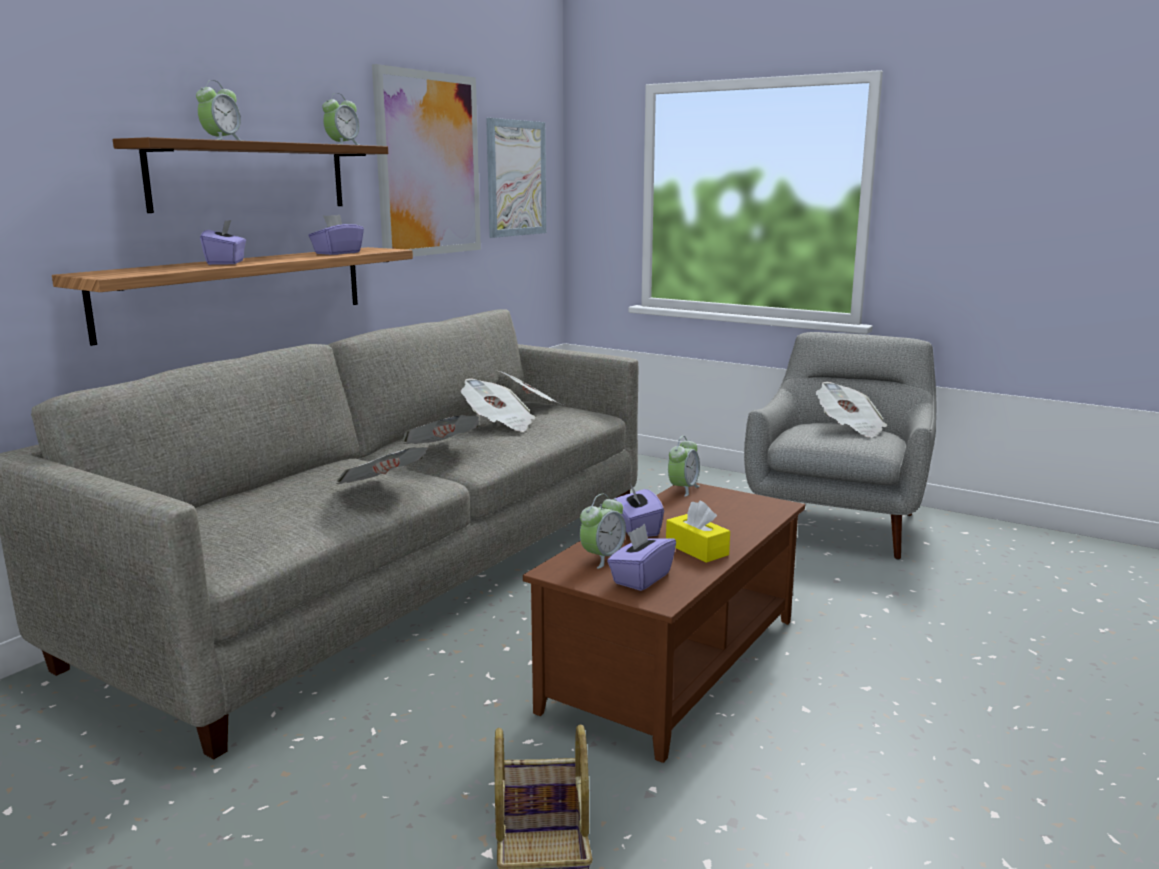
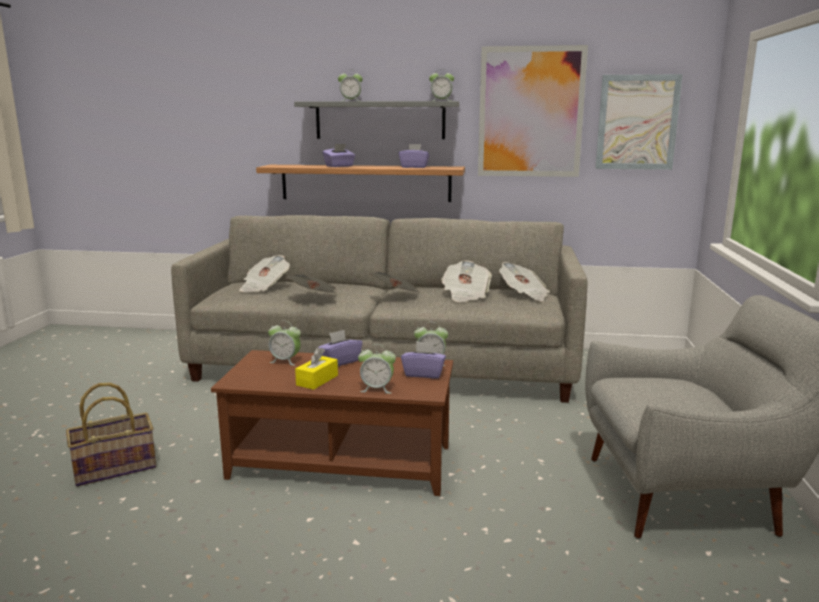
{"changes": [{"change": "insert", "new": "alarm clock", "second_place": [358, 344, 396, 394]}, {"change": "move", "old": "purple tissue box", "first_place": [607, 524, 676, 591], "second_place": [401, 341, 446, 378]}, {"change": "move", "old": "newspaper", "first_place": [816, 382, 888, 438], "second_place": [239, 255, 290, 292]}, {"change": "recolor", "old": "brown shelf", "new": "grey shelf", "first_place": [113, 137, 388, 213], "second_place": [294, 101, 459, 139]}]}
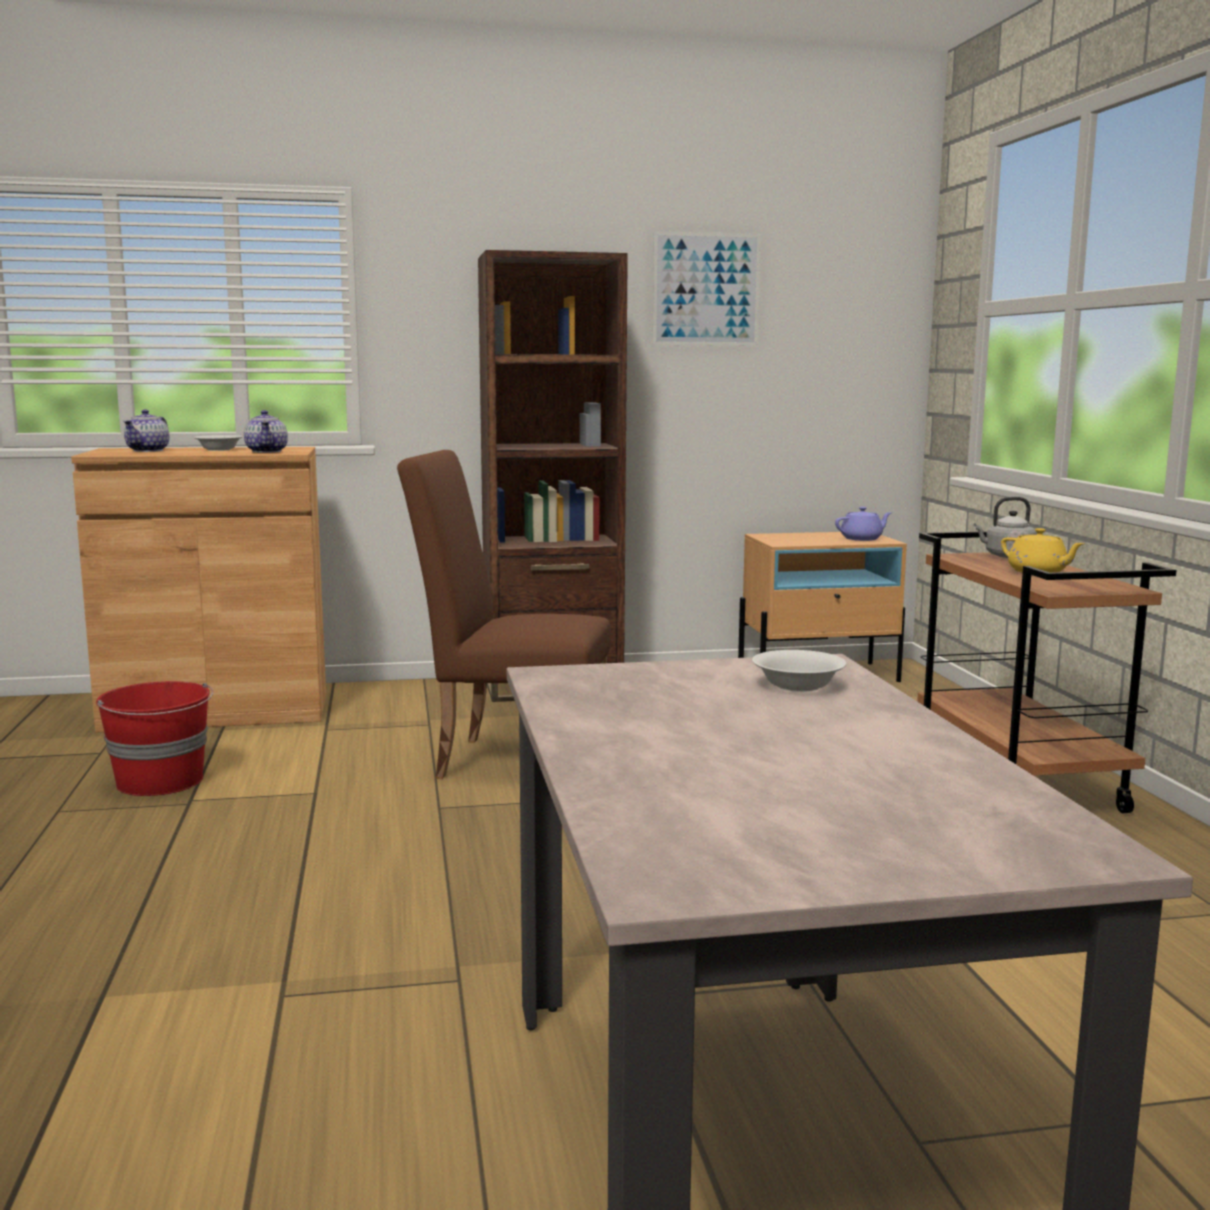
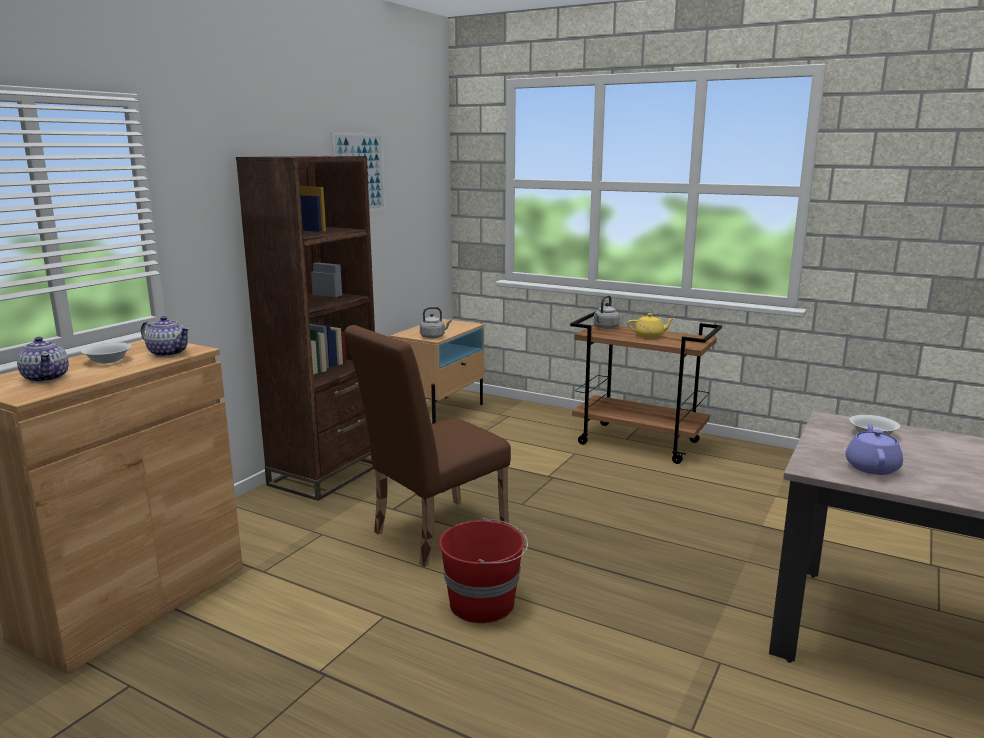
{"changes": [{"change": "insert", "new": "grey kettle", "second_place": [420, 307, 452, 339]}, {"change": "move", "old": "red bucket", "first_place": [96, 681, 213, 796], "second_place": [439, 518, 528, 623]}, {"change": "move", "old": "purple teapot", "first_place": [835, 507, 892, 541], "second_place": [846, 423, 903, 475]}]}
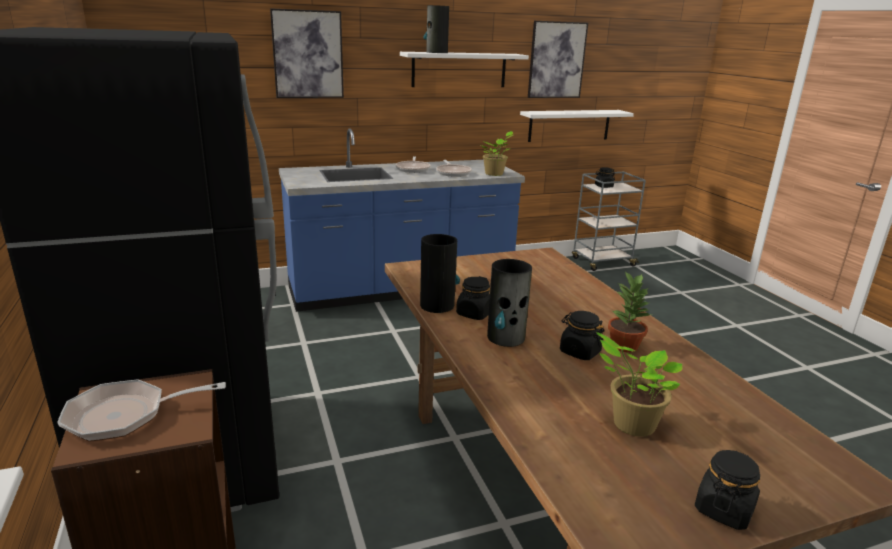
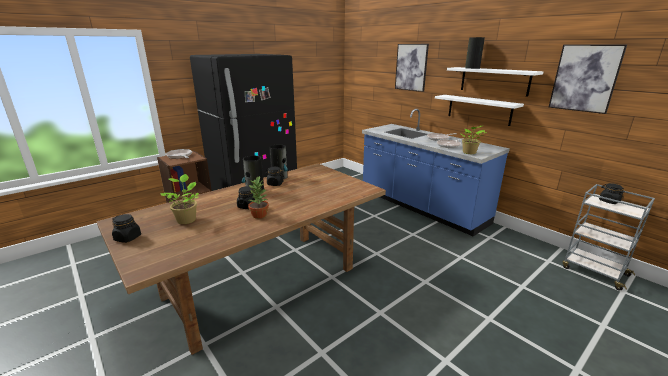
{"changes": [{"change": "move", "old": "white shelf", "first_place": [520, 110, 634, 142], "second_place": [435, 95, 524, 126]}]}
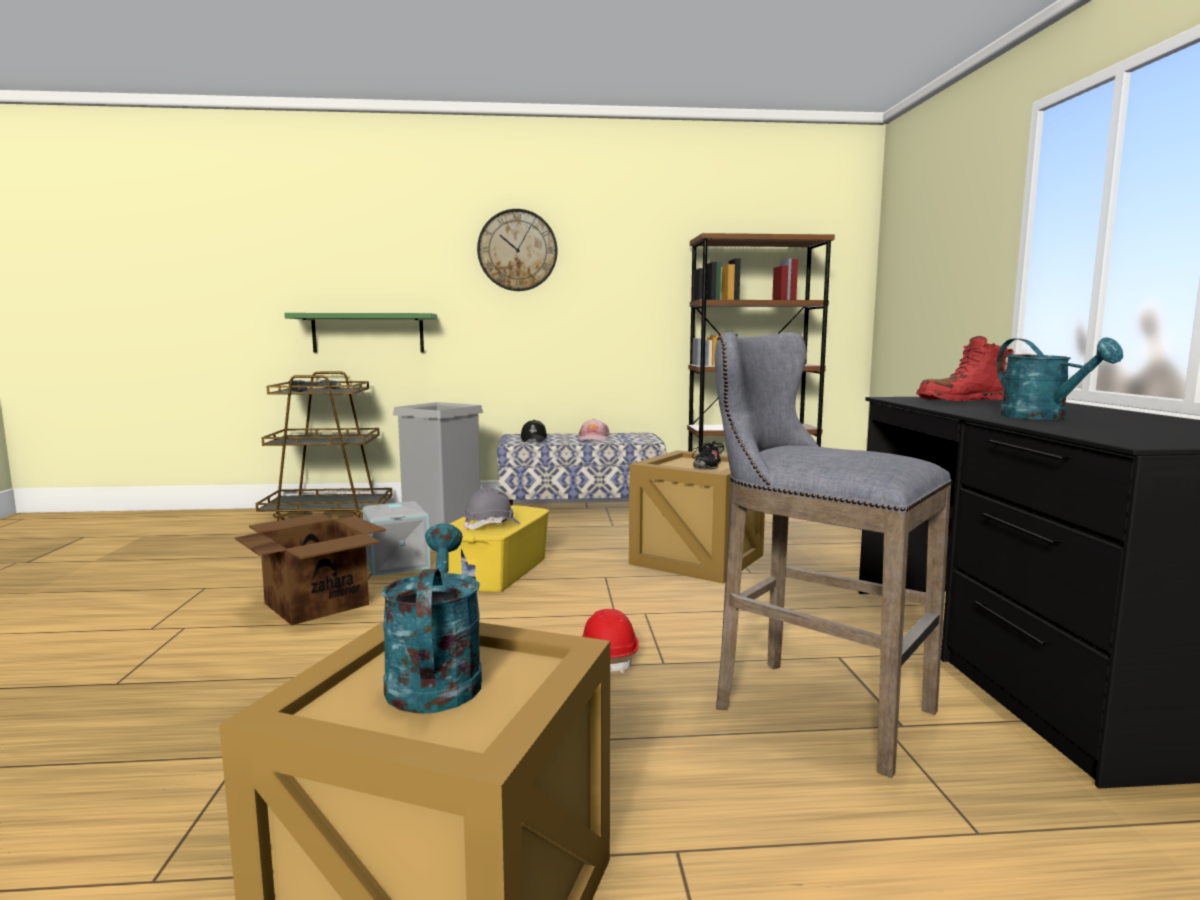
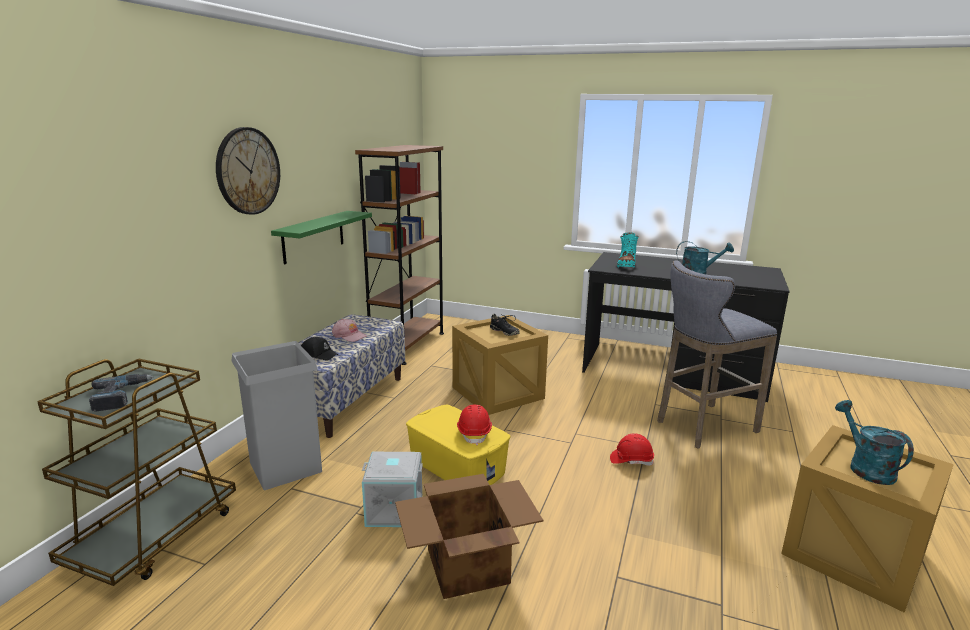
{"changes": [{"change": "move", "old": "green shelf", "first_place": [284, 313, 437, 353], "second_place": [271, 211, 372, 264]}, {"change": "recolor", "old": "grey hard hat", "new": "red hard hat", "first_place": [463, 488, 520, 530], "second_place": [457, 405, 492, 445]}, {"change": "recolor", "old": "red boot", "new": "turquoise boot", "first_place": [916, 336, 1014, 401], "second_place": [617, 232, 639, 268]}, {"change": "rotate", "old": "turquoise watering can", "first_place": [381, 523, 482, 714], "second_place": [835, 400, 914, 485], "degrees": 60}]}
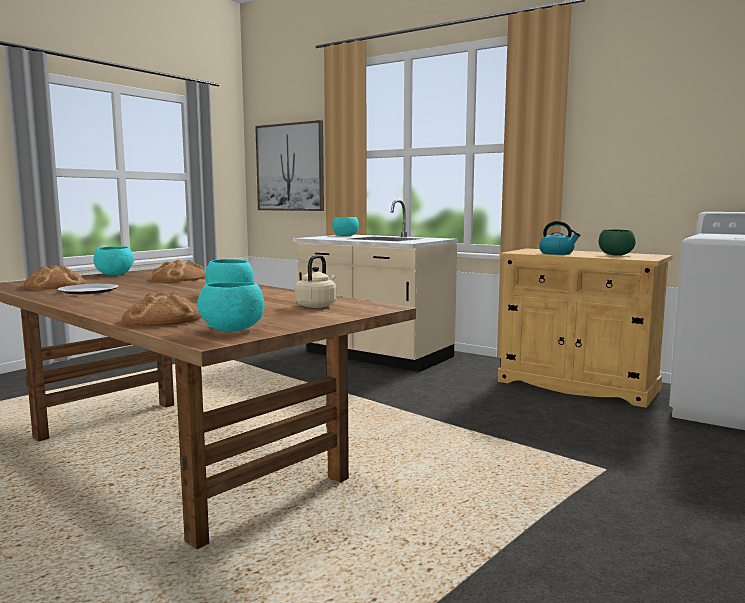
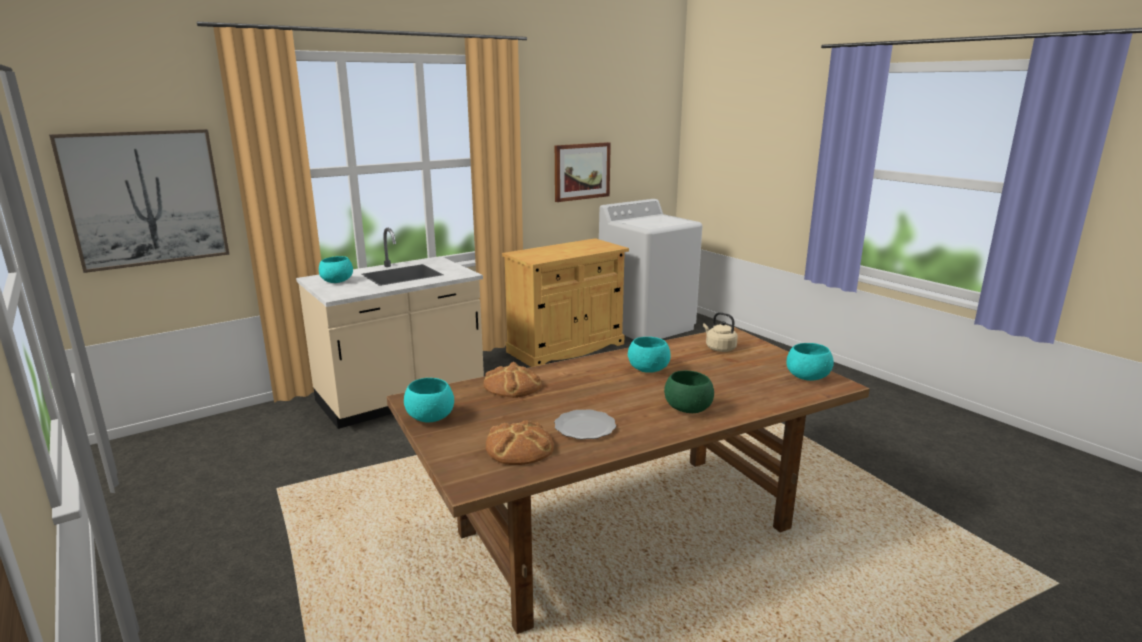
{"changes": [{"change": "delete", "old": "bread", "first_place": [122, 291, 202, 326]}, {"change": "delete", "old": "kettle", "first_place": [539, 221, 580, 255]}, {"change": "insert", "new": "picture", "second_place": [555, 142, 611, 202]}, {"change": "move", "old": "green bowl", "first_place": [599, 229, 635, 256], "second_place": [664, 371, 714, 413]}]}
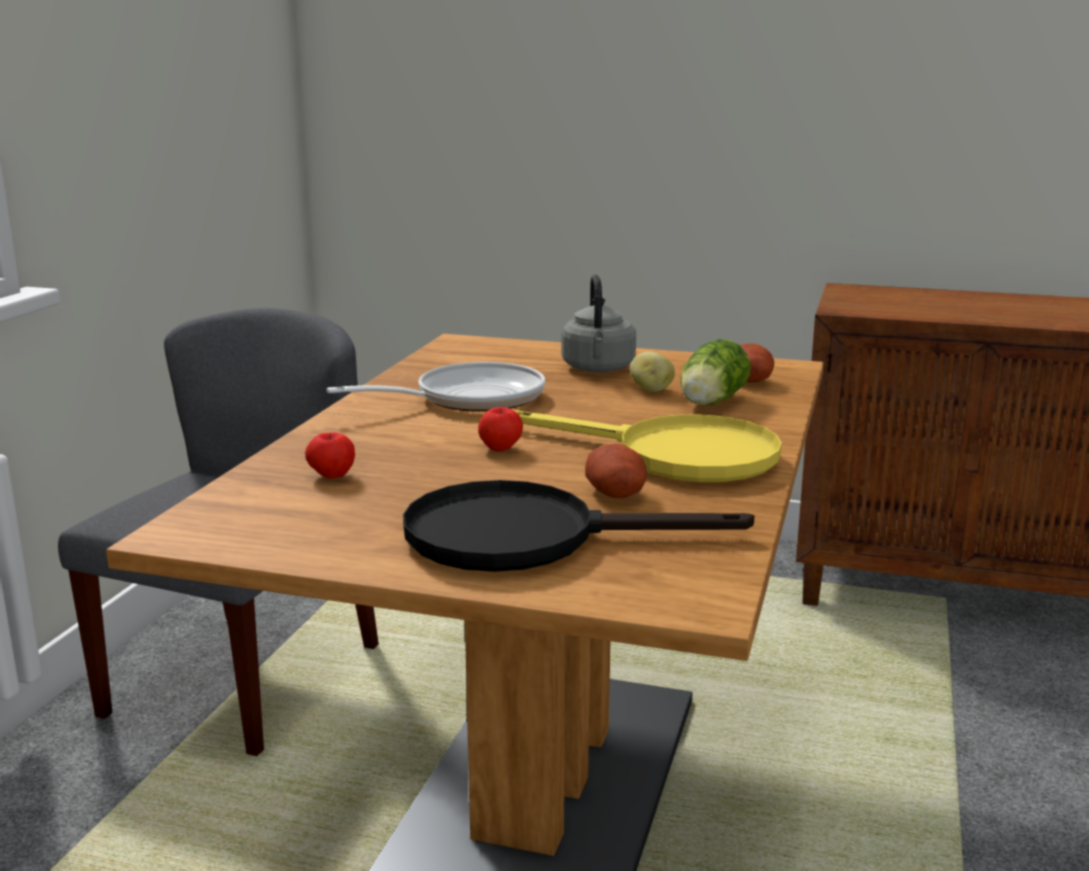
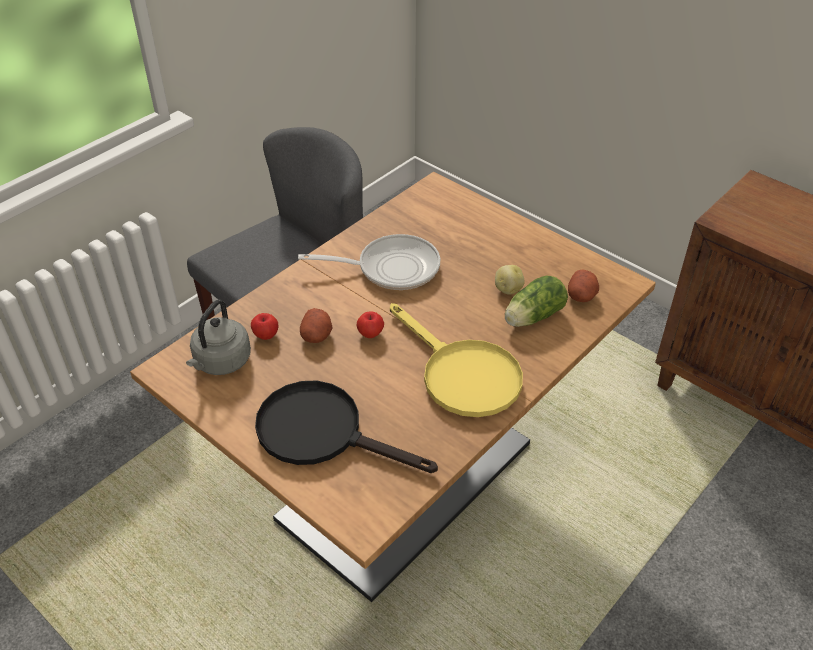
{"changes": [{"change": "move", "old": "grey kettle", "first_place": [561, 275, 636, 373], "second_place": [186, 299, 251, 375]}, {"change": "move", "old": "potato", "first_place": [585, 444, 647, 498], "second_place": [300, 308, 333, 343]}]}
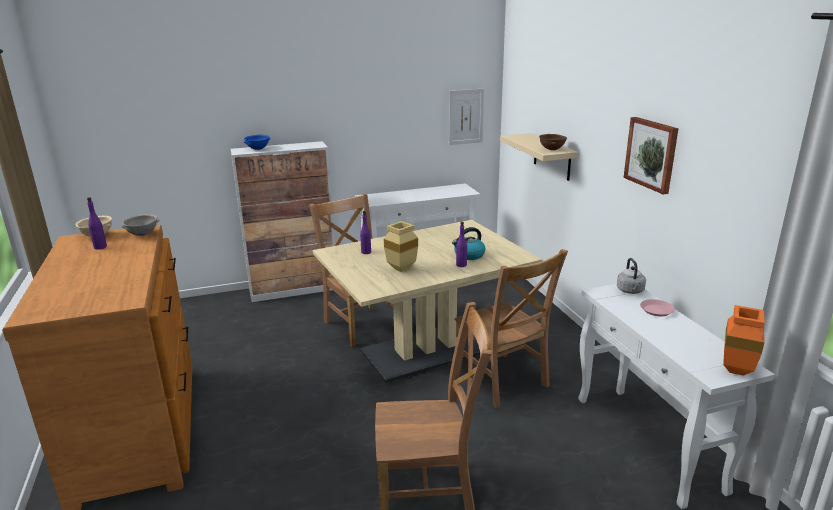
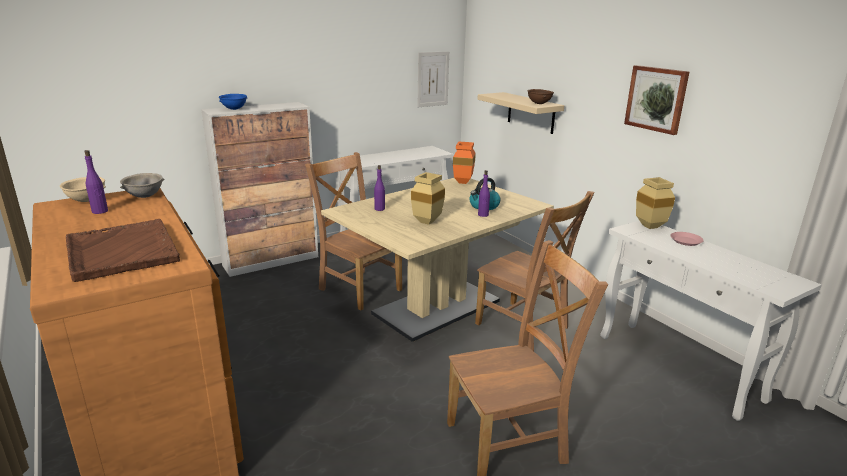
{"changes": [{"change": "insert", "new": "brown tray", "second_place": [66, 219, 180, 282]}, {"change": "move", "old": "orange vase", "first_place": [723, 305, 765, 376], "second_place": [453, 142, 476, 184]}, {"change": "replace", "old": "grey kettle", "new": "beige vase", "first_place": [617, 258, 646, 294], "second_place": [636, 177, 675, 229]}]}
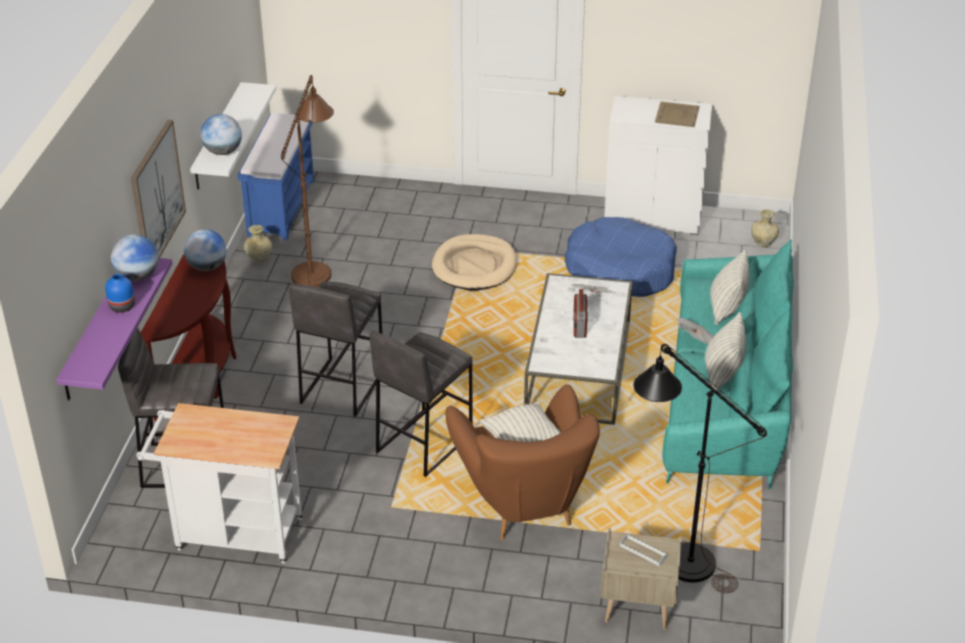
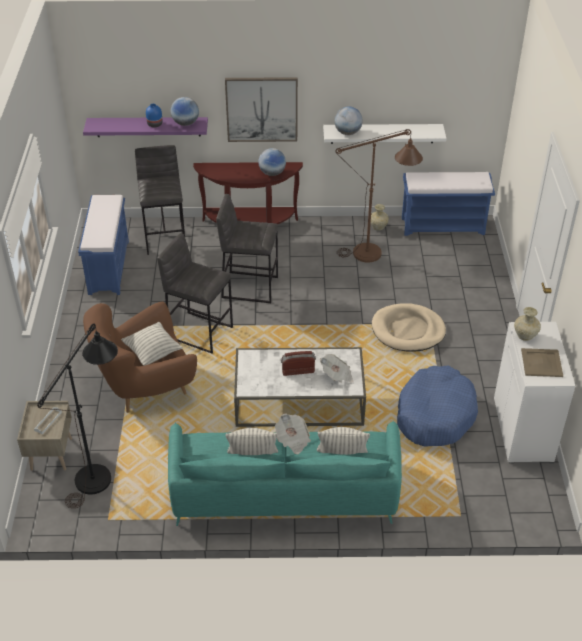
{"changes": [{"change": "move", "old": "beige vase", "first_place": [751, 209, 779, 247], "second_place": [514, 307, 541, 341]}, {"change": "replace", "old": "white cart", "new": "blue bench", "first_place": [136, 403, 302, 564], "second_place": [78, 195, 129, 295]}]}
